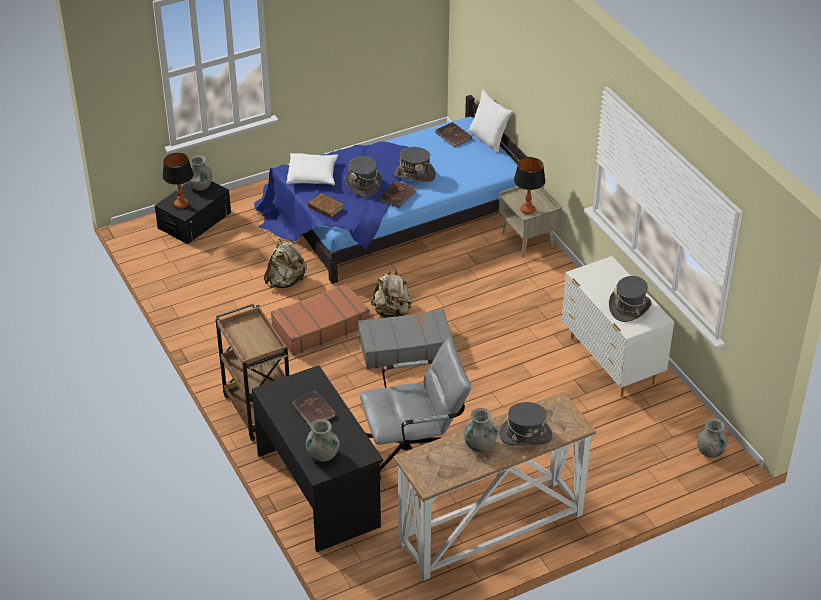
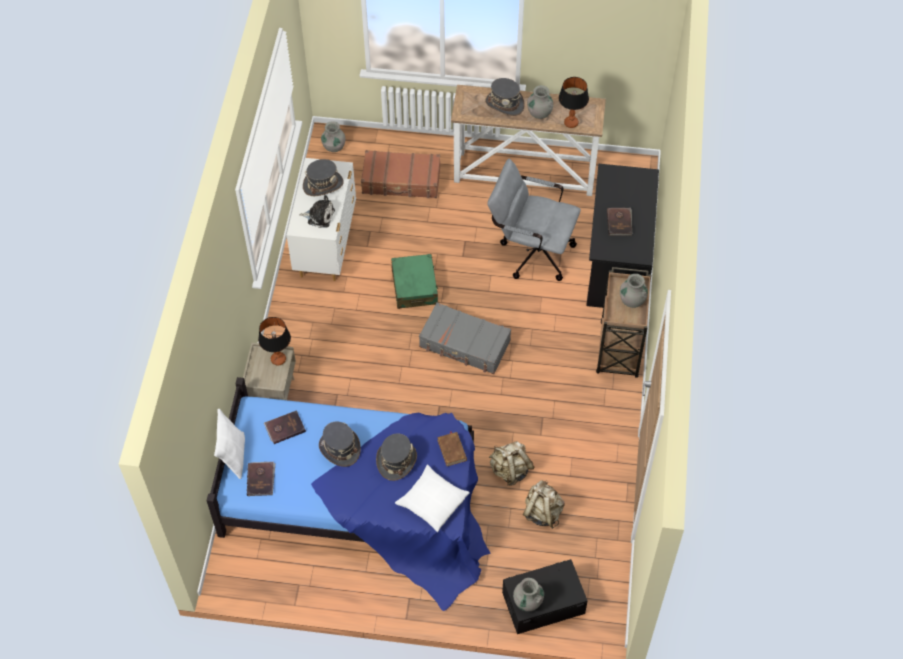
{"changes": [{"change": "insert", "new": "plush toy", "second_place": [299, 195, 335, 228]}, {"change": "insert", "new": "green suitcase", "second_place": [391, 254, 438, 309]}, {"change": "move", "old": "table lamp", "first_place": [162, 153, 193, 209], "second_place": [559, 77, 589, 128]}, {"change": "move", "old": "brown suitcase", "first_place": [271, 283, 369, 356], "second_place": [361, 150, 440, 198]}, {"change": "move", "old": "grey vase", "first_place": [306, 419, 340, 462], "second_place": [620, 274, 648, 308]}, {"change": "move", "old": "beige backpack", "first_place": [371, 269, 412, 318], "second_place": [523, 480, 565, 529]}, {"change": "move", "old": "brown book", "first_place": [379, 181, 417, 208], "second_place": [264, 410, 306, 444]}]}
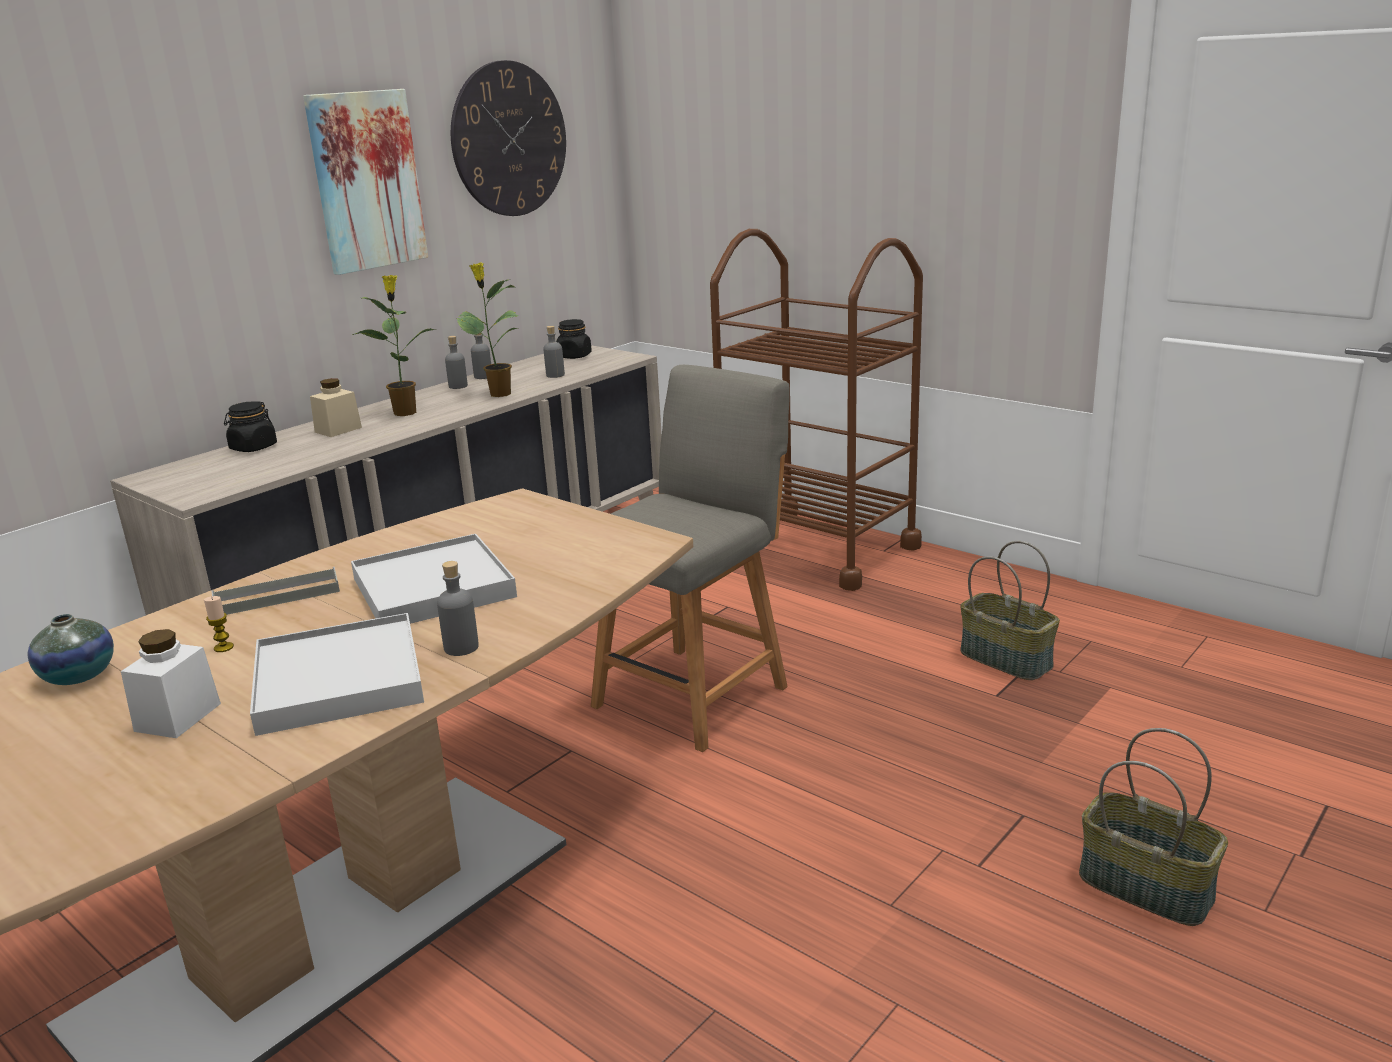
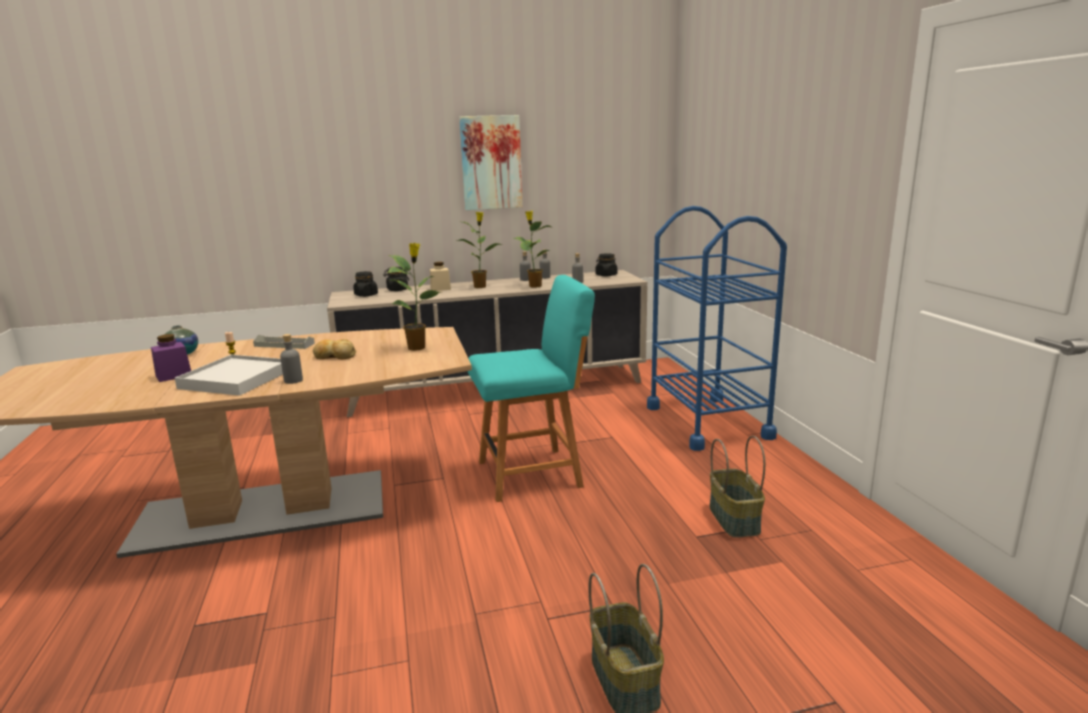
{"changes": [{"change": "delete", "old": "wall clock", "first_place": [451, 60, 566, 216]}, {"change": "insert", "new": "black jar", "second_place": [353, 271, 378, 297]}, {"change": "insert", "new": "potted plant", "second_place": [387, 243, 443, 351]}, {"change": "replace", "old": "white tray", "new": "bread", "first_place": [351, 534, 517, 624], "second_place": [313, 339, 356, 359]}, {"change": "recolor", "old": "white jar", "new": "purple jar", "first_place": [121, 629, 221, 738], "second_place": [151, 334, 191, 382]}, {"change": "recolor", "old": "grey chair", "new": "turquoise chair", "first_place": [591, 365, 790, 752], "second_place": [468, 275, 595, 502]}, {"change": "recolor", "old": "brown cart", "new": "blue cart", "first_place": [710, 229, 923, 591], "second_place": [647, 206, 787, 451]}]}
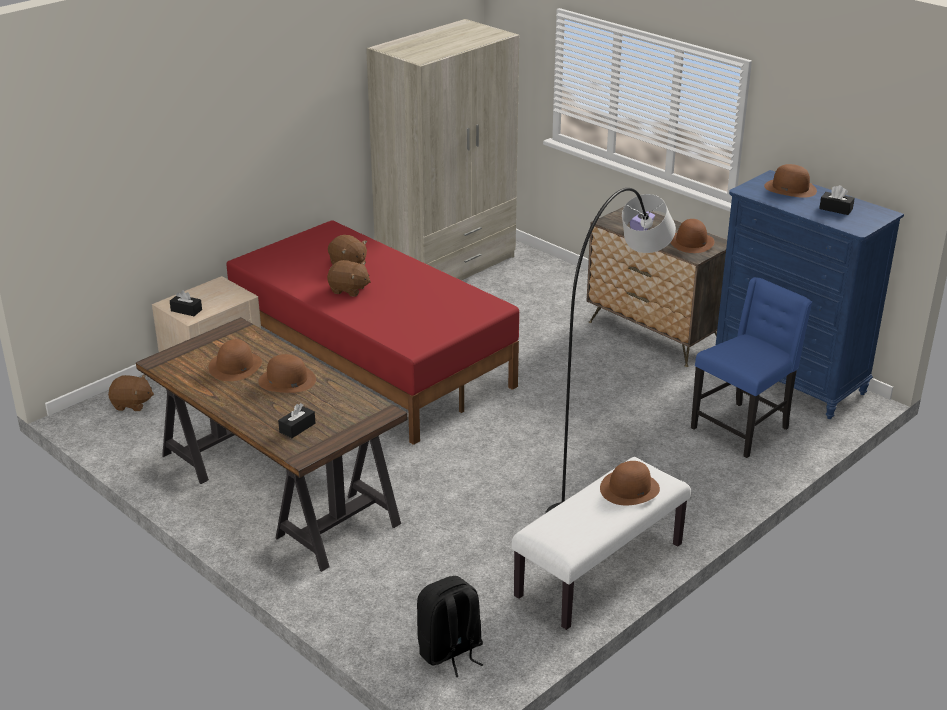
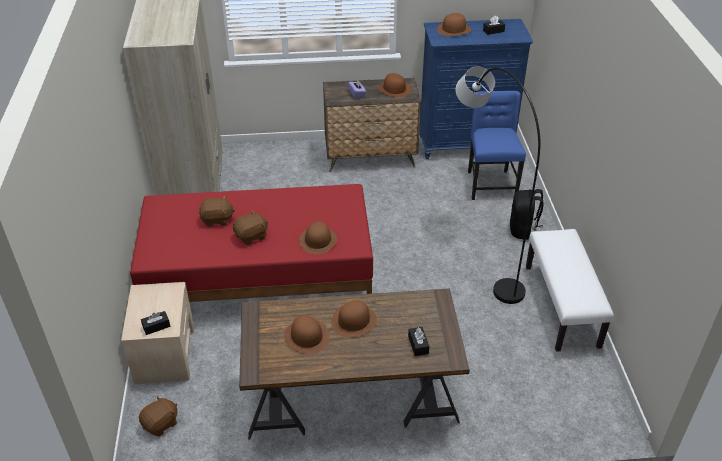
{"changes": [{"change": "move", "old": "black backpack", "first_place": [417, 576, 483, 677], "second_place": [510, 189, 543, 240]}, {"change": "move", "old": "brown hat", "first_place": [600, 461, 660, 505], "second_place": [299, 221, 337, 254]}]}
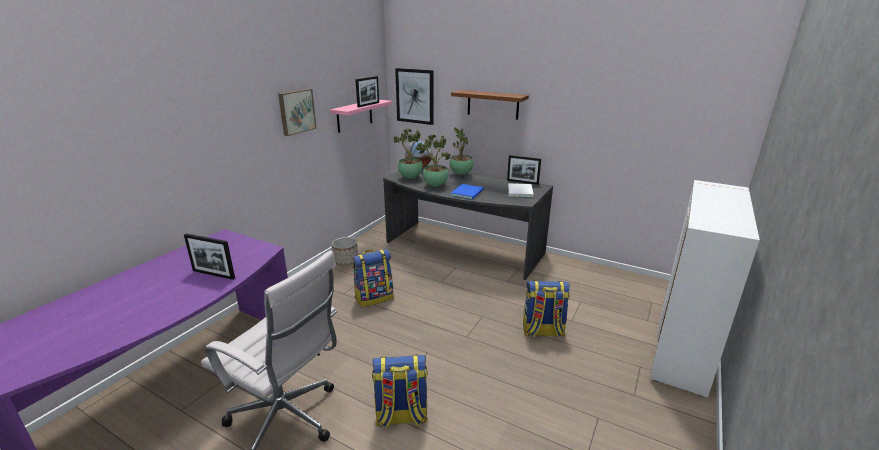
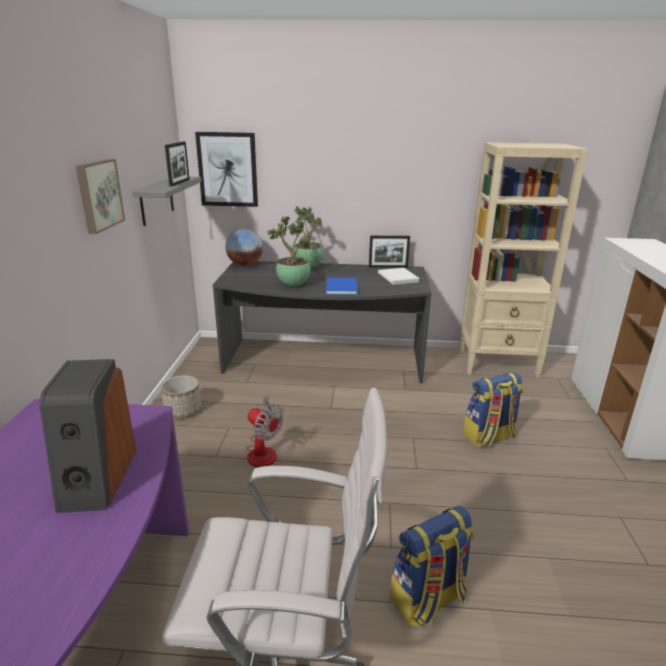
{"changes": [{"change": "delete", "old": "potted plant", "first_place": [394, 128, 426, 179]}, {"change": "delete", "old": "brown shelf", "first_place": [451, 90, 529, 120]}, {"change": "insert", "new": "beige bookcase", "second_place": [459, 142, 588, 378]}, {"change": "replace", "old": "picture frame", "new": "speaker", "first_place": [184, 234, 235, 280], "second_place": [40, 359, 136, 513]}, {"change": "replace", "old": "backpack", "new": "fan", "first_place": [352, 249, 393, 307], "second_place": [247, 396, 283, 467]}, {"change": "recolor", "old": "pink shelf", "new": "grey shelf", "first_place": [330, 100, 392, 133], "second_place": [133, 177, 202, 226]}]}
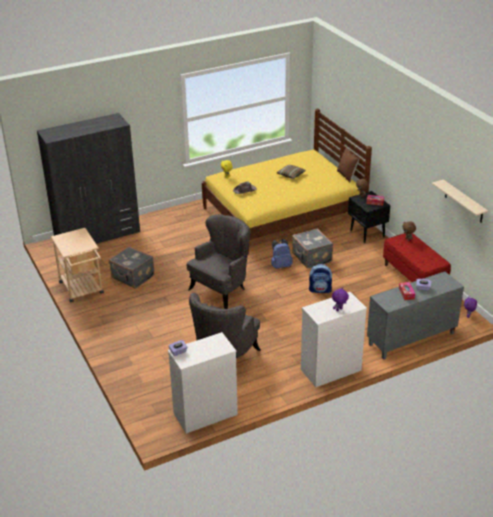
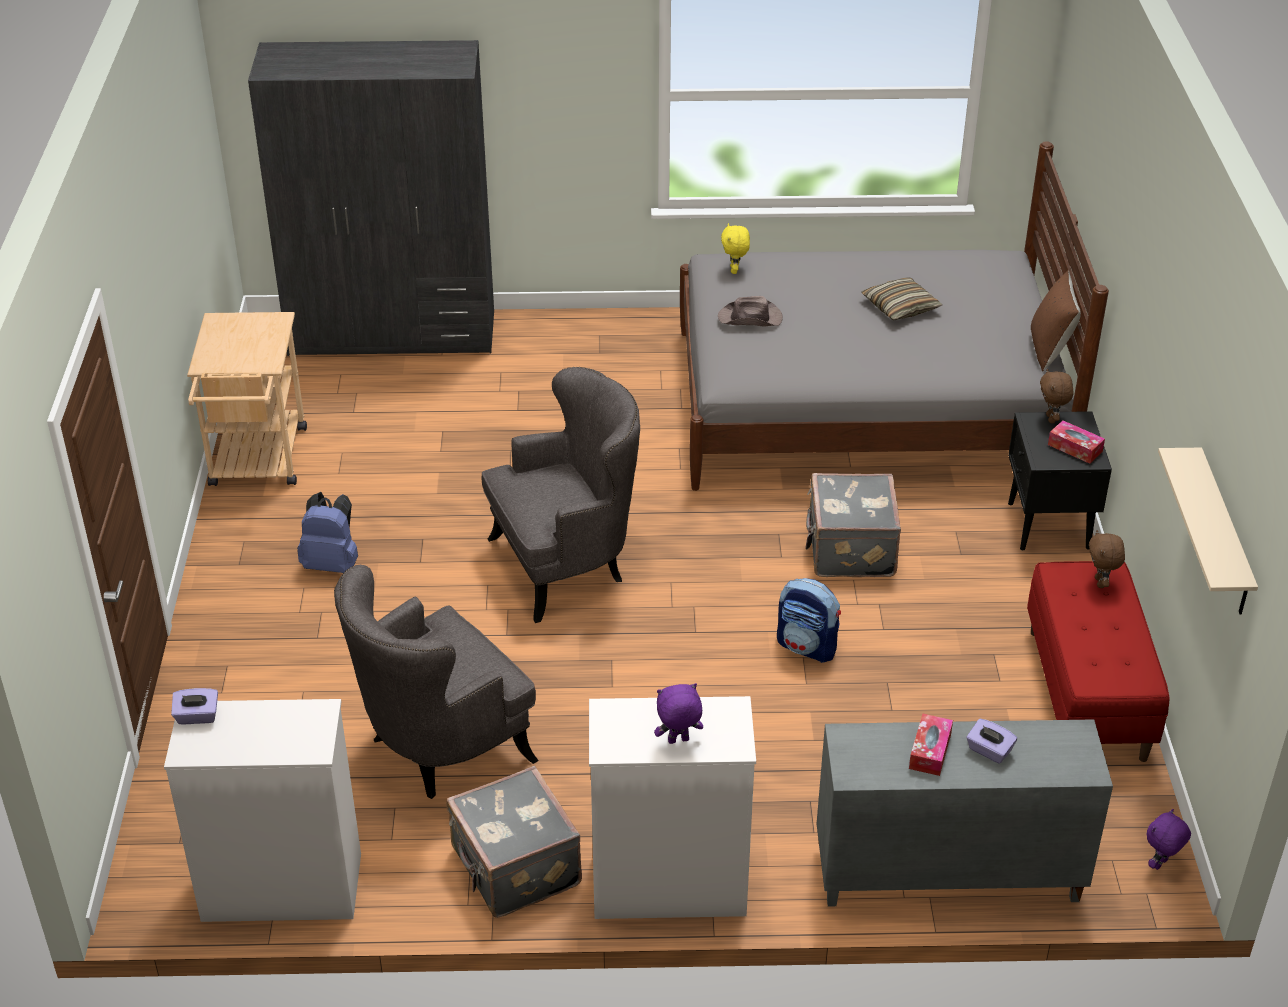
{"changes": [{"change": "move", "old": "grey suitcase", "first_place": [109, 246, 155, 289], "second_place": [446, 766, 582, 918]}, {"change": "move", "old": "blue backpack", "first_place": [271, 239, 292, 269], "second_place": [297, 492, 358, 573]}, {"change": "recolor", "old": "yellow bed", "new": "grey bed", "first_place": [202, 109, 372, 255], "second_place": [680, 141, 1109, 491]}]}
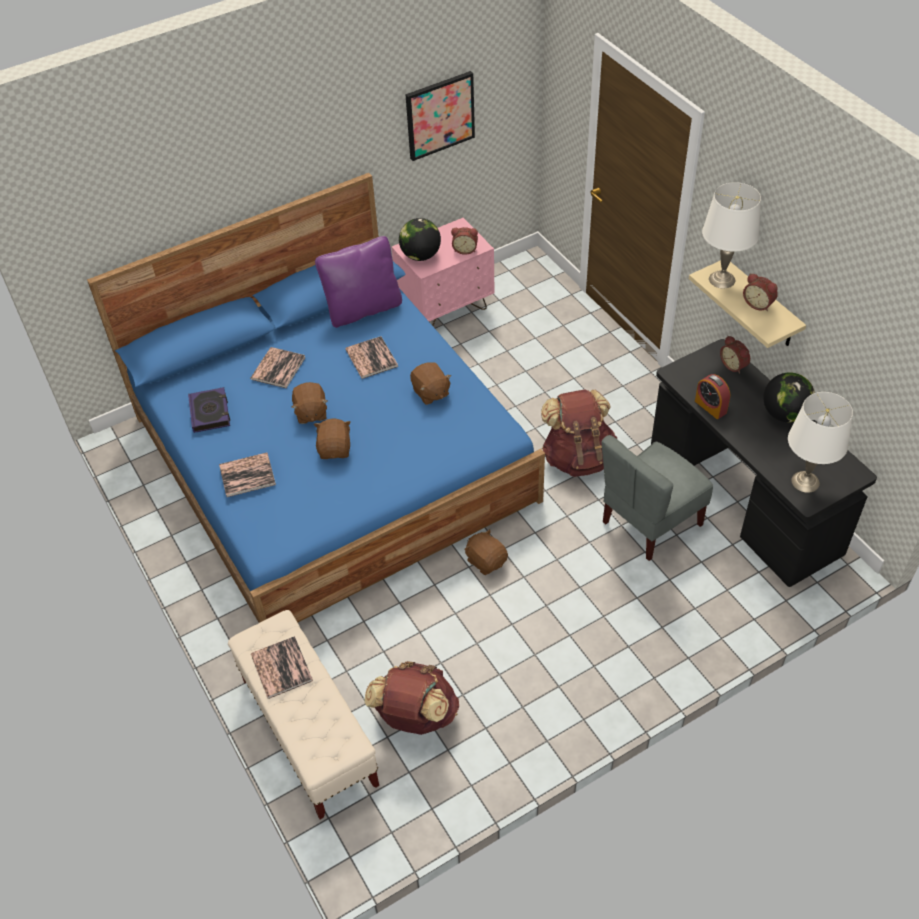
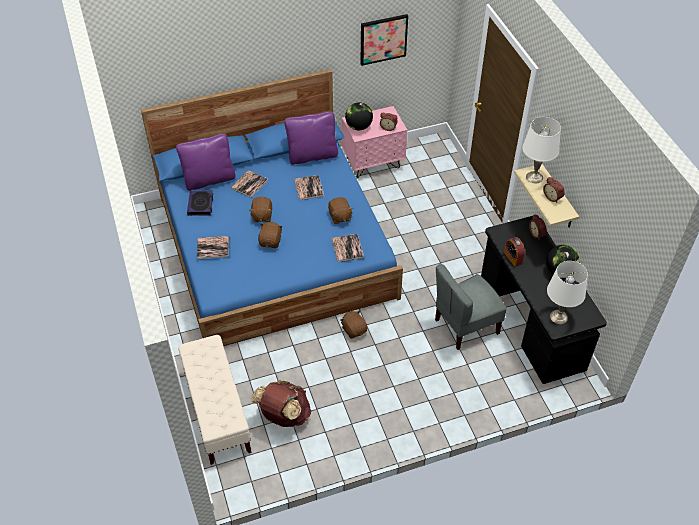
{"changes": [{"change": "delete", "old": "brown backpack", "first_place": [541, 390, 617, 477]}, {"change": "insert", "new": "purple pillow", "second_place": [176, 134, 236, 191]}, {"change": "move", "old": "book", "first_place": [251, 636, 313, 699], "second_place": [331, 234, 364, 262]}]}
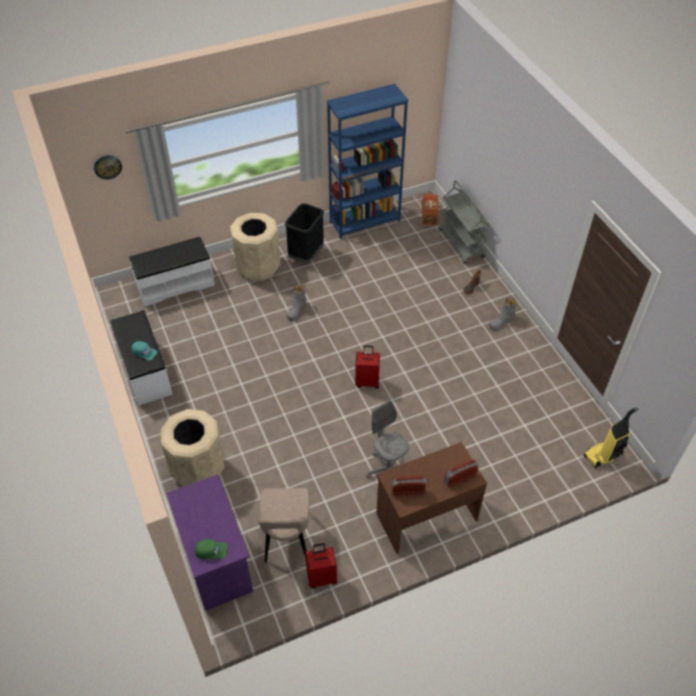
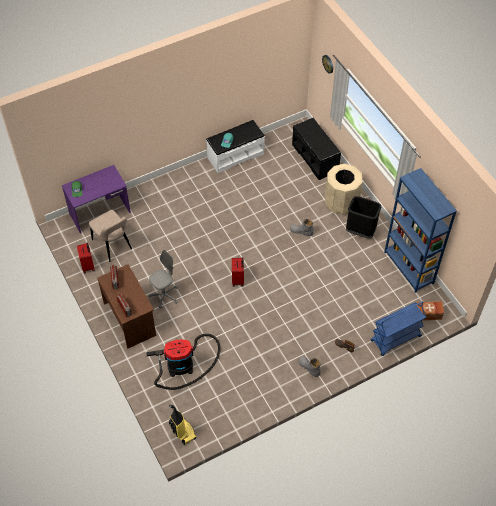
{"changes": [{"change": "delete", "old": "beige trash can", "first_place": [161, 409, 225, 486]}, {"change": "insert", "new": "vacuum cleaner", "second_place": [146, 334, 220, 390]}, {"change": "recolor", "old": "white bench", "new": "black bench", "first_place": [128, 237, 215, 307], "second_place": [292, 118, 341, 180]}, {"change": "recolor", "old": "grey cart", "new": "blue cart", "first_place": [438, 180, 490, 264], "second_place": [371, 302, 426, 356]}, {"change": "rotate", "old": "beige chair", "first_place": [257, 488, 310, 563], "second_place": [89, 210, 132, 262], "degrees": -120}]}
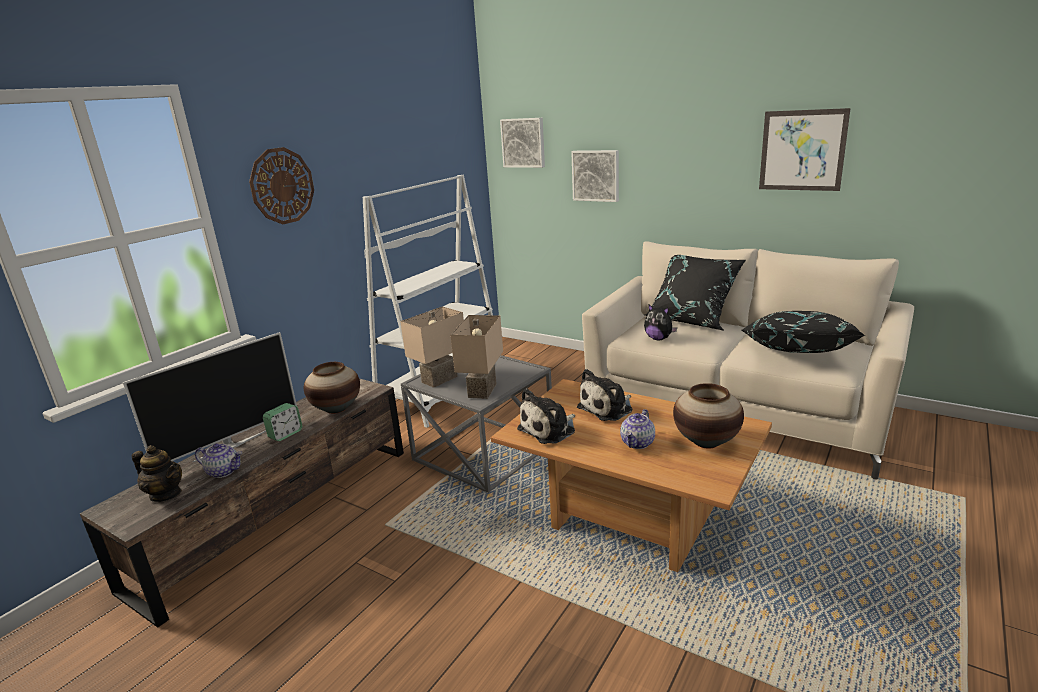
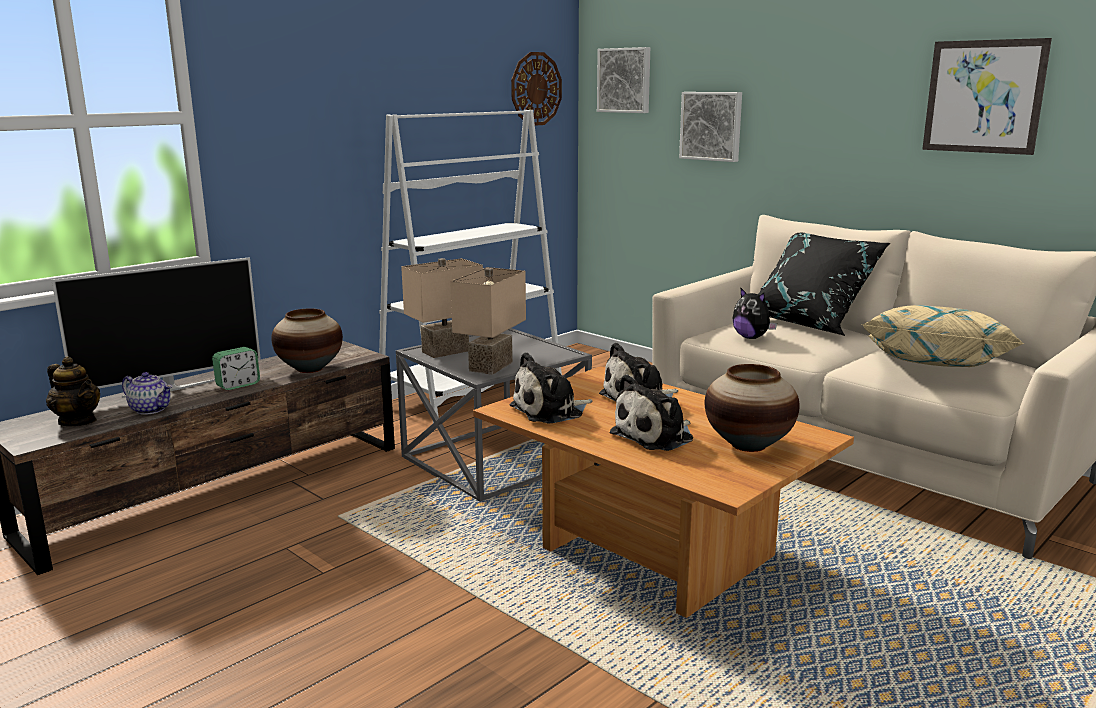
{"changes": [{"change": "move", "old": "wall clock", "first_place": [249, 147, 314, 224], "second_place": [511, 52, 562, 126]}, {"change": "replace", "old": "teapot", "new": "plush toy", "first_place": [620, 409, 655, 449], "second_place": [610, 374, 693, 451]}, {"change": "recolor", "old": "black pillow", "new": "beige pillow", "first_place": [742, 311, 865, 353], "second_place": [861, 305, 1024, 367]}]}
